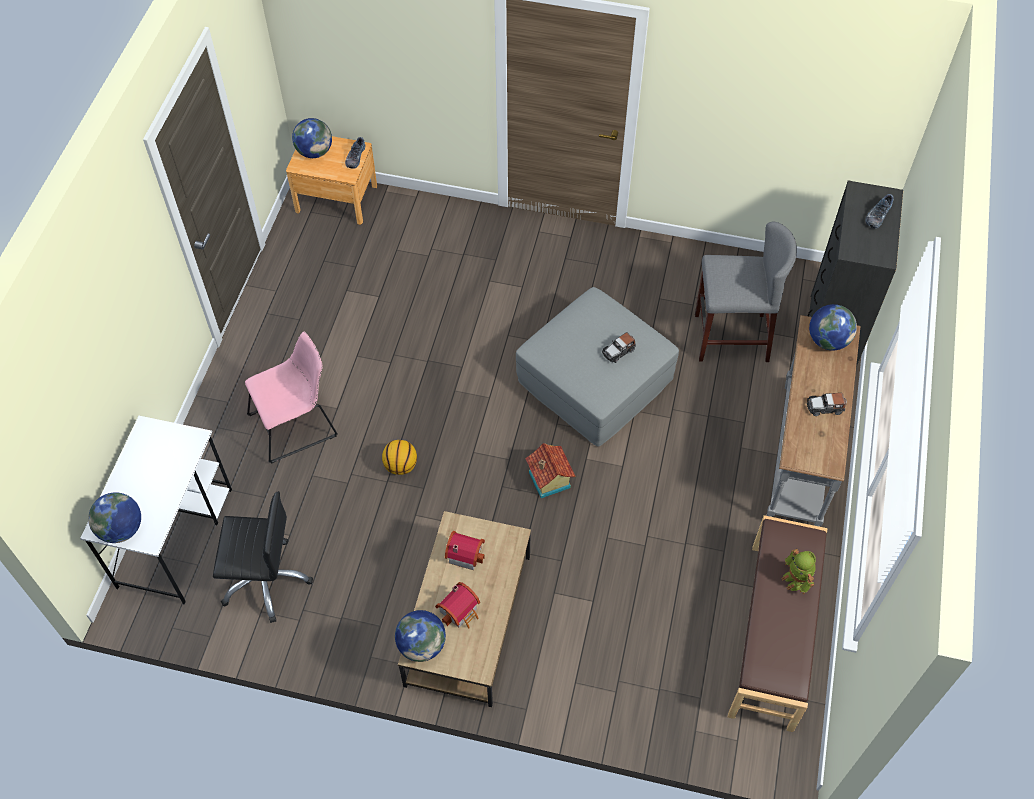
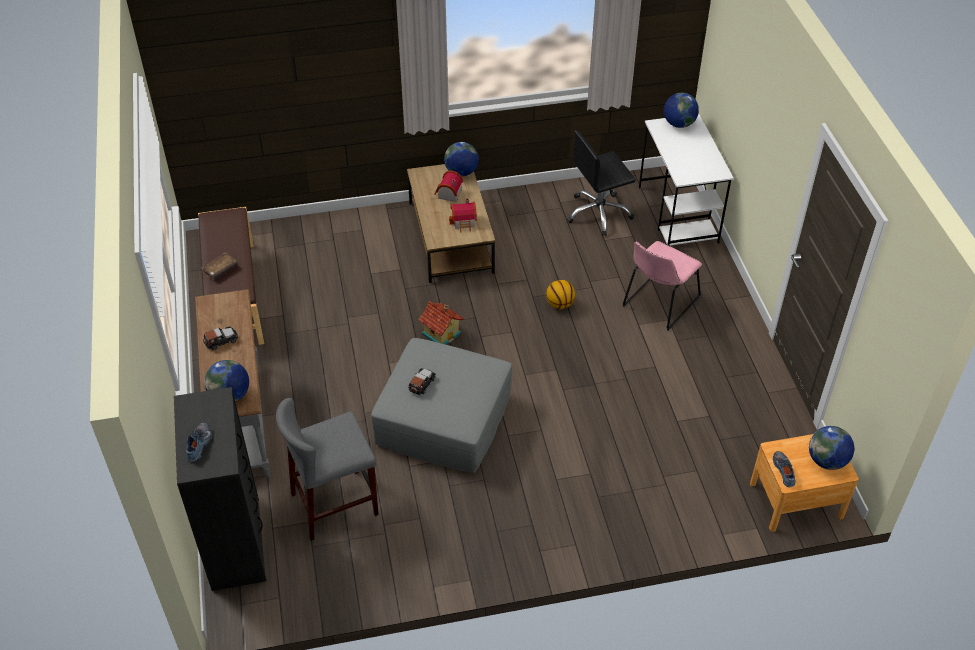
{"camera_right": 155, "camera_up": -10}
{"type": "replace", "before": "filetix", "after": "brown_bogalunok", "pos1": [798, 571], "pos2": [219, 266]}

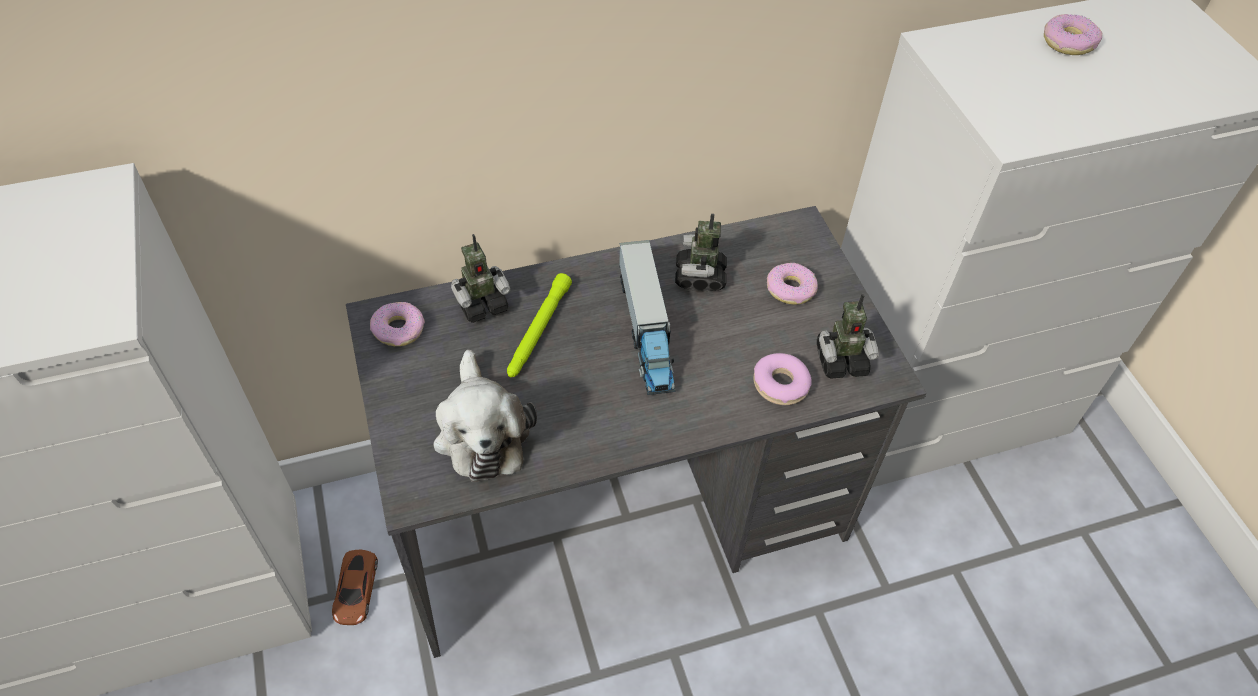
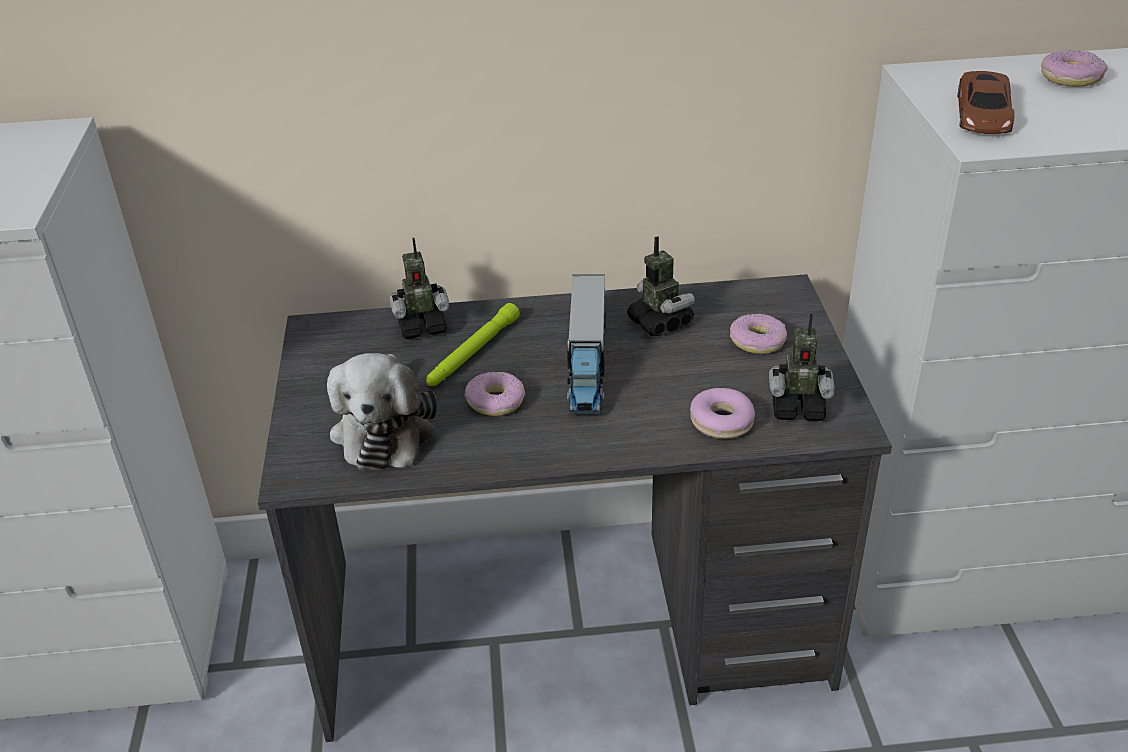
{"camera_right": 15, "camera_up": -15}
{"type": "move", "before": "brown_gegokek", "pos1": [355, 587], "pos2": [986, 102]}
{"type": "move", "before": "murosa", "pos1": [397, 324], "pos2": [495, 394]}
{"type": "rotate", "before": "filetix", "pos1": [701, 252], "pos2": [661, 286], "turn": 135}

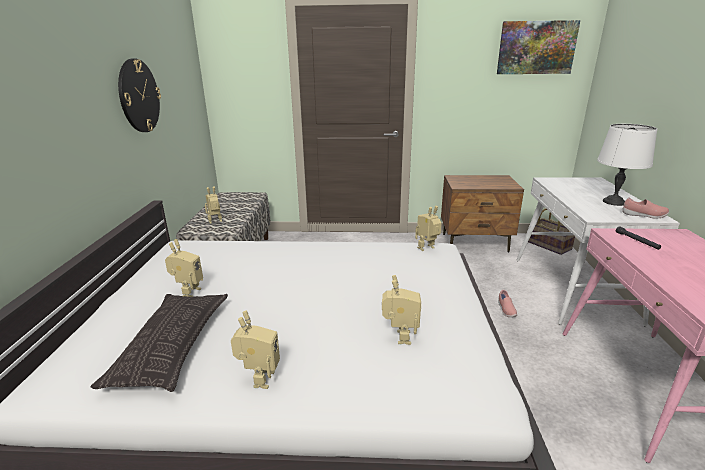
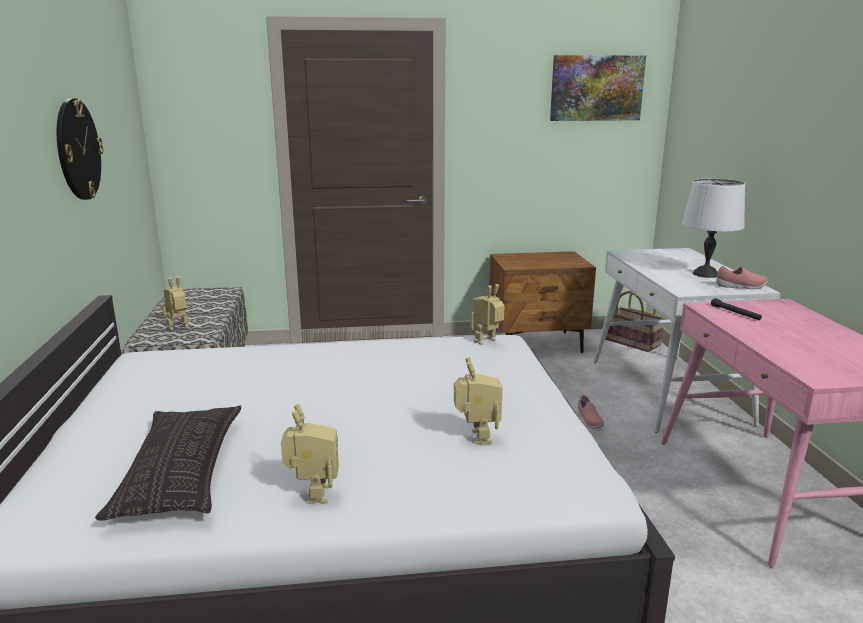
{"camera_right": -10, "camera_up": -5}
{"type": "delete", "before": "filetix", "pos1": [184, 268]}

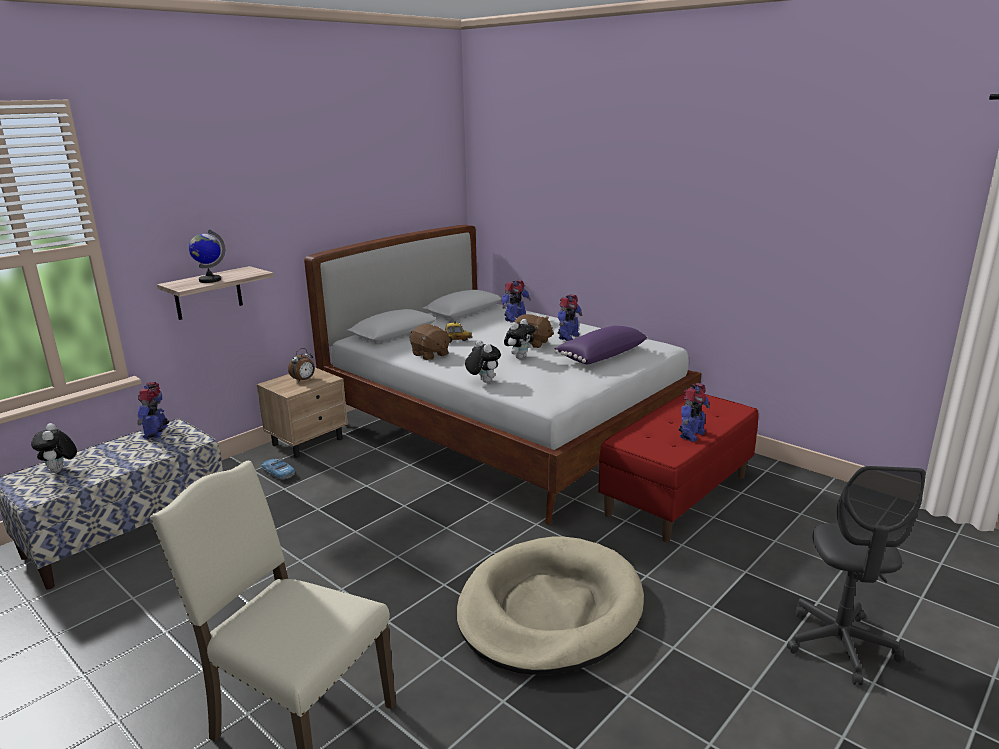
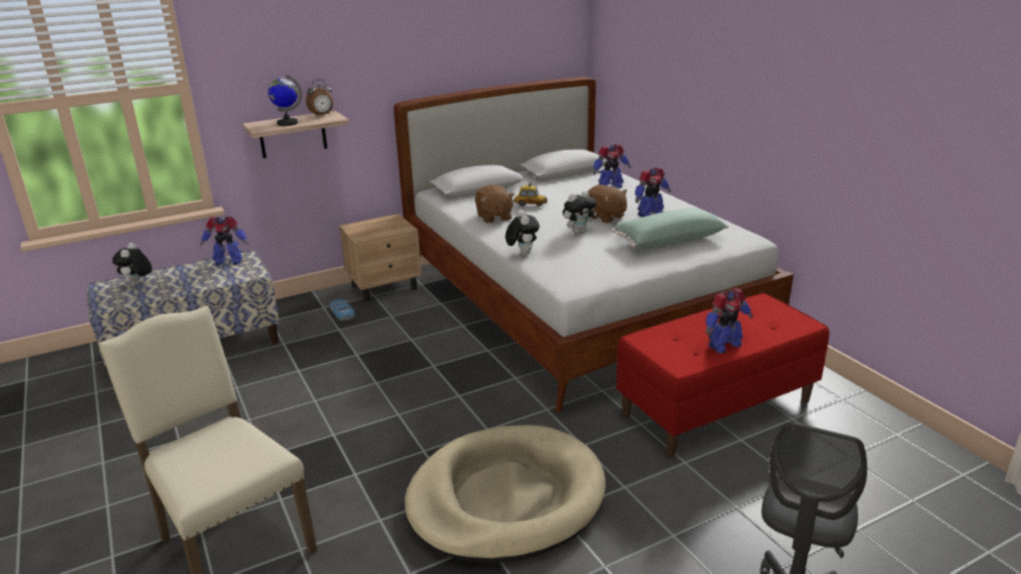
{"camera_right": 20, "camera_up": 5}
{"type": "rotate", "before": "filetix", "pos1": [153, 410], "pos2": [224, 241], "turn": -105}
{"type": "move", "before": "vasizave", "pos1": [301, 365], "pos2": [319, 98]}
{"type": "recolor", "before": "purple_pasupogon", "after": "green_pasupogon", "pos1": [601, 345], "pos2": [669, 228]}

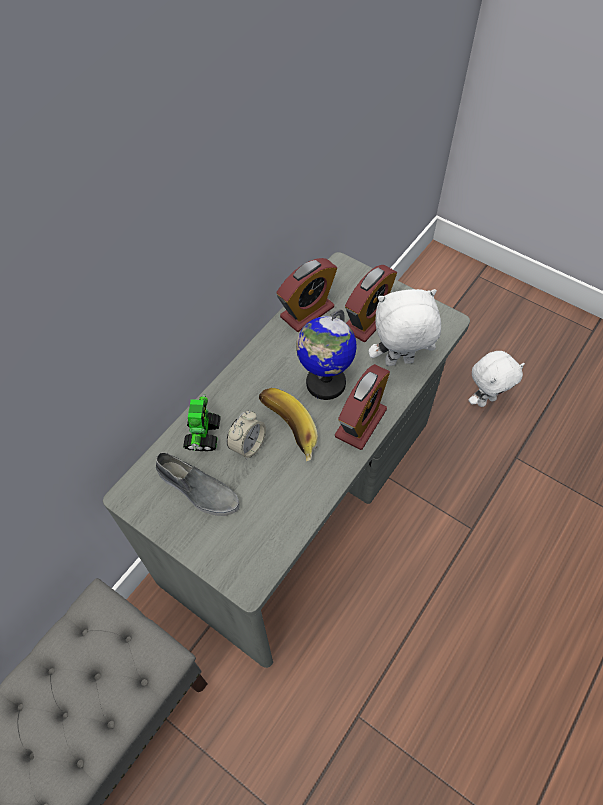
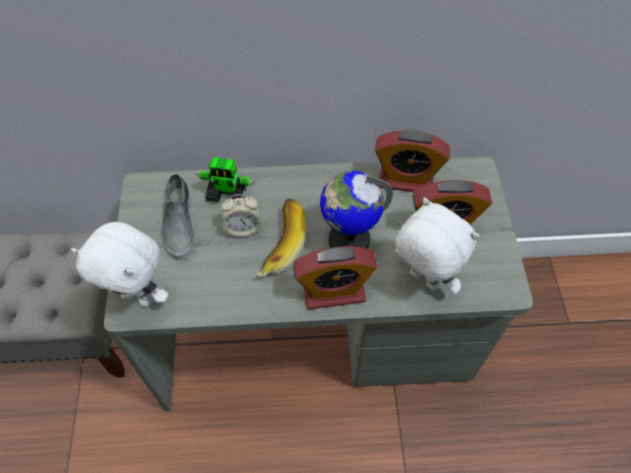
{"camera_right": 50, "camera_up": 0}
{"type": "rotate", "before": "filetix", "pos1": [202, 422], "pos2": [225, 179], "turn": 45}
{"type": "move", "before": "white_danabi", "pos1": [496, 379], "pos2": [119, 264]}

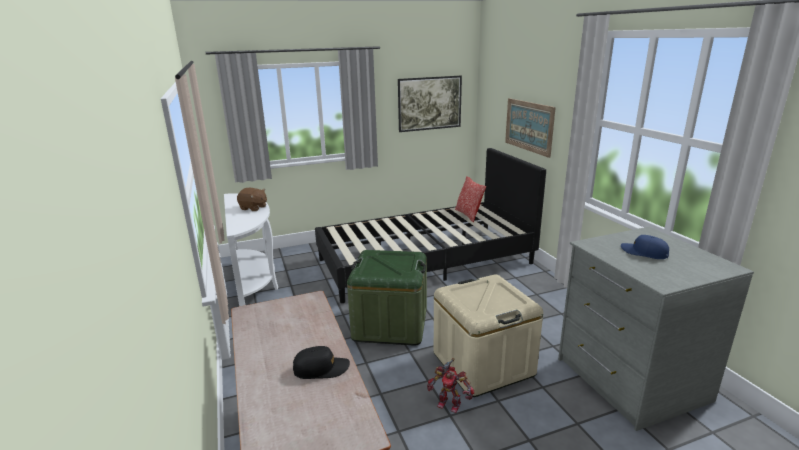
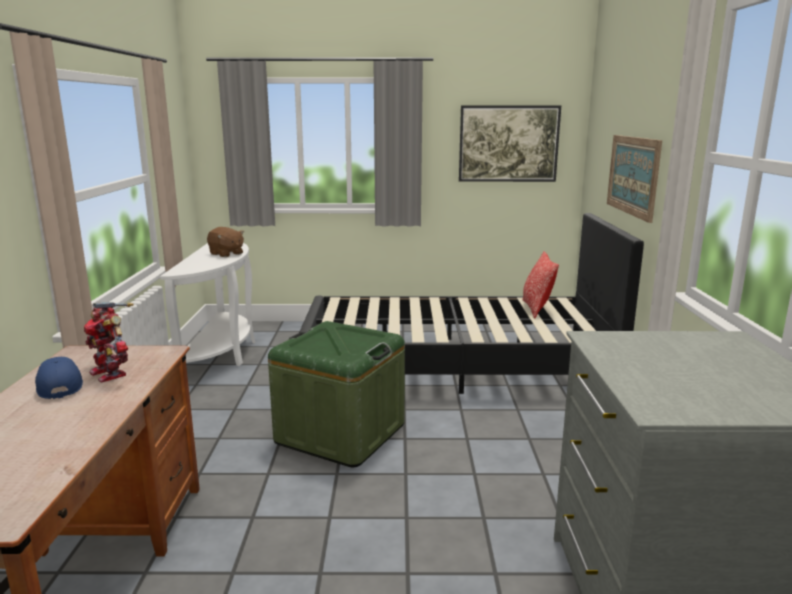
{"camera_right": 20, "camera_up": -5}
{"type": "delete", "before": "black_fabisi", "pos1": [321, 362]}
{"type": "move", "before": "filetix", "pos1": [450, 385], "pos2": [108, 342]}
{"type": "delete", "before": "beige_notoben", "pos1": [488, 336]}
{"type": "move", "before": "blue_fabisi", "pos1": [645, 247], "pos2": [59, 378]}

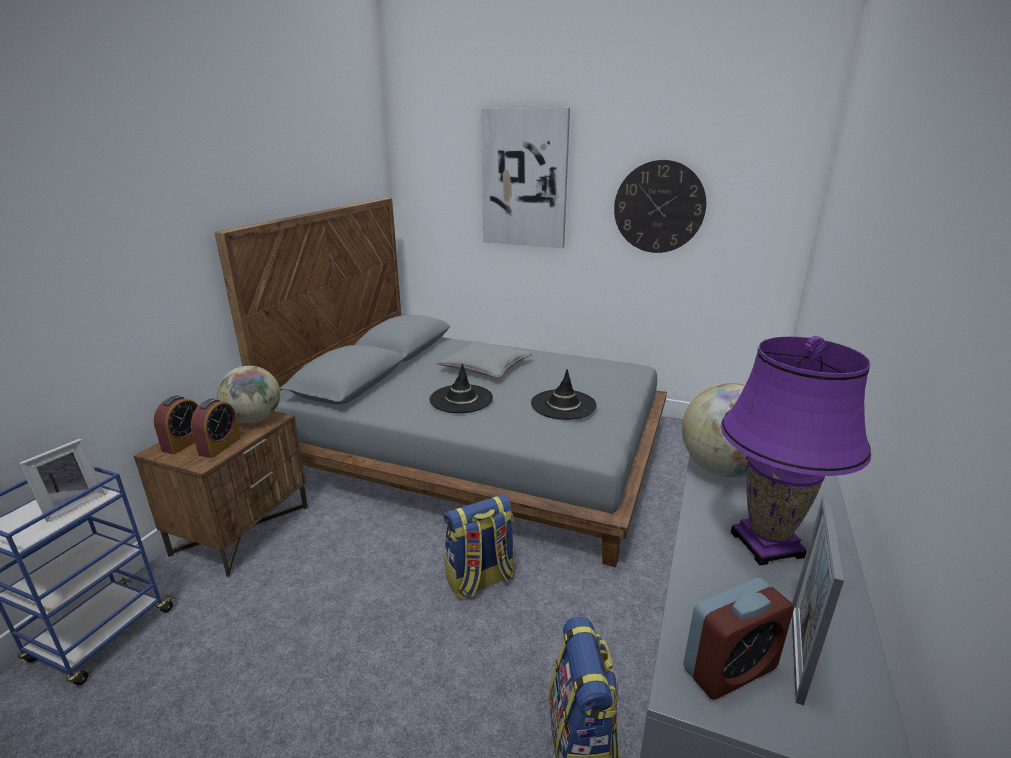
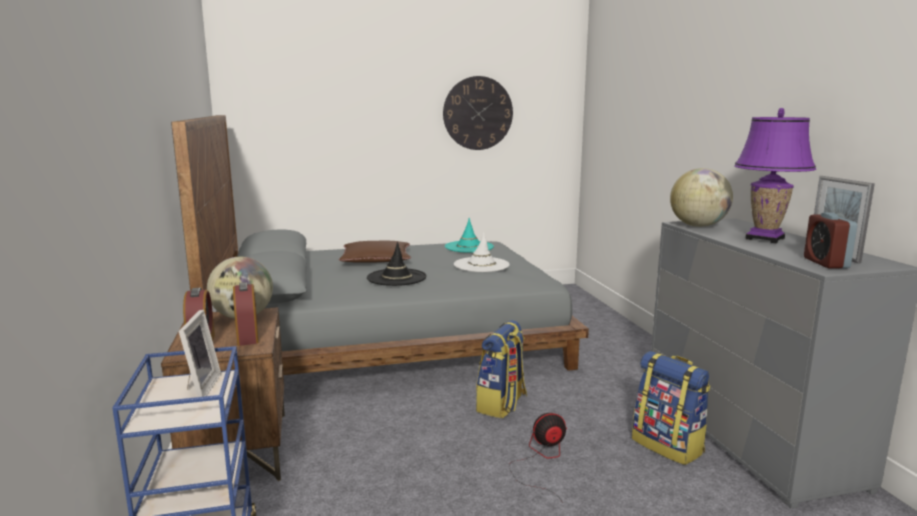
{"camera_right": -35, "camera_up": -10}
{"type": "recolor", "before": "grey_pasupogon", "after": "brown_pasupogon", "pos1": [484, 359], "pos2": [375, 252]}
{"type": "delete", "before": "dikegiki", "pos1": [525, 178]}
{"type": "recolor", "before": "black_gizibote", "after": "white_gizibote", "pos1": [564, 394], "pos2": [482, 252]}
{"type": "rotate", "before": "vasizave", "pos1": [738, 639], "pos2": [830, 240], "turn": 150}
{"type": "insert", "after": "turquoise_gizibote", "pos2": [469, 235]}
{"type": "insert", "after": "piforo", "pos2": [538, 458]}

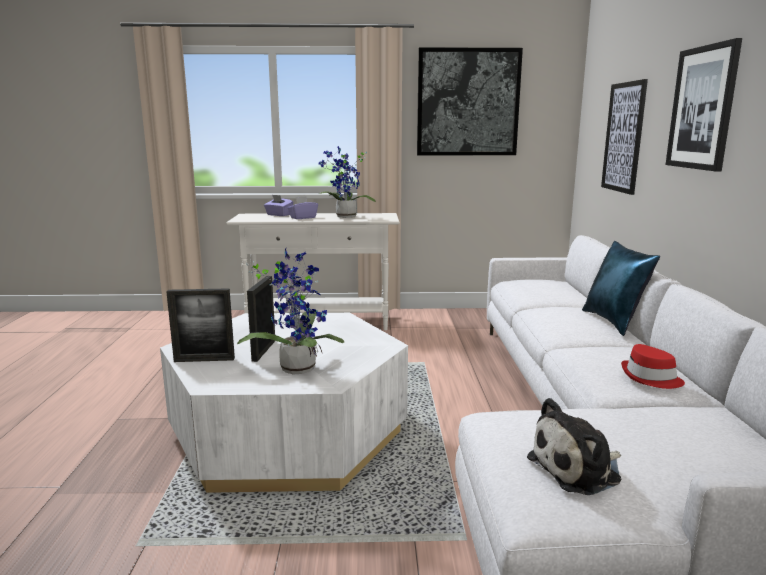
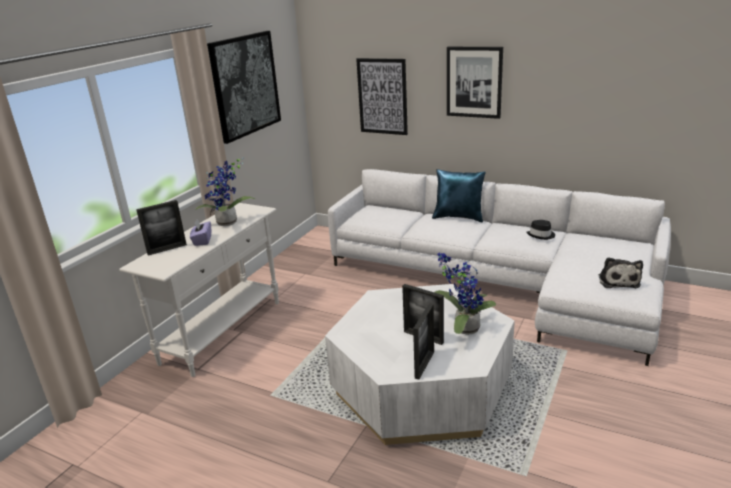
{"camera_right": -60, "camera_up": 10}
{"type": "replace", "before": "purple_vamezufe", "after": "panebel", "pos1": [279, 205], "pos2": [161, 228]}
{"type": "recolor", "before": "red_gizibote", "after": "black_gizibote", "pos1": [653, 366], "pos2": [541, 230]}

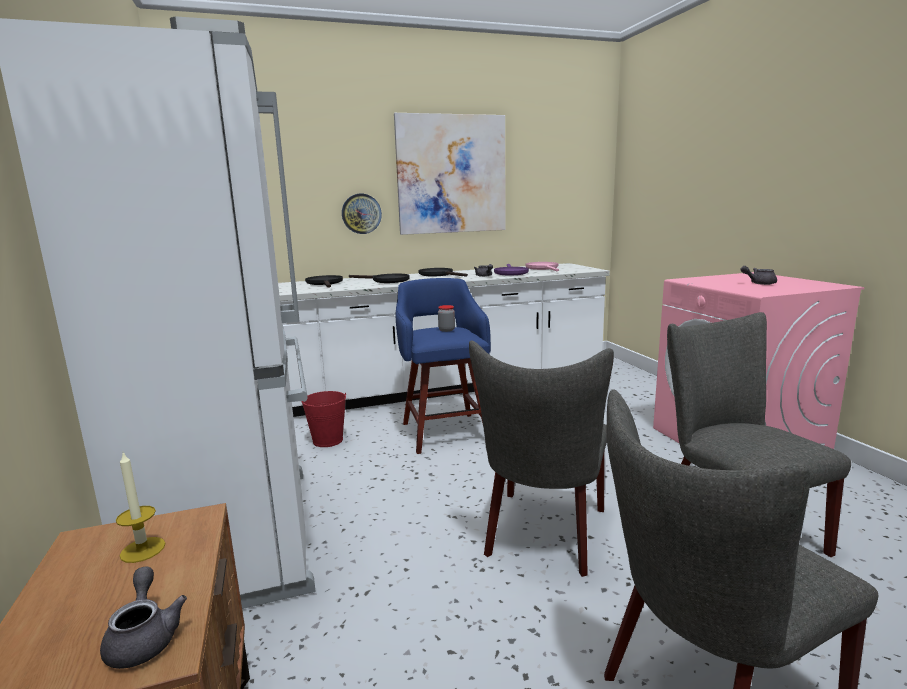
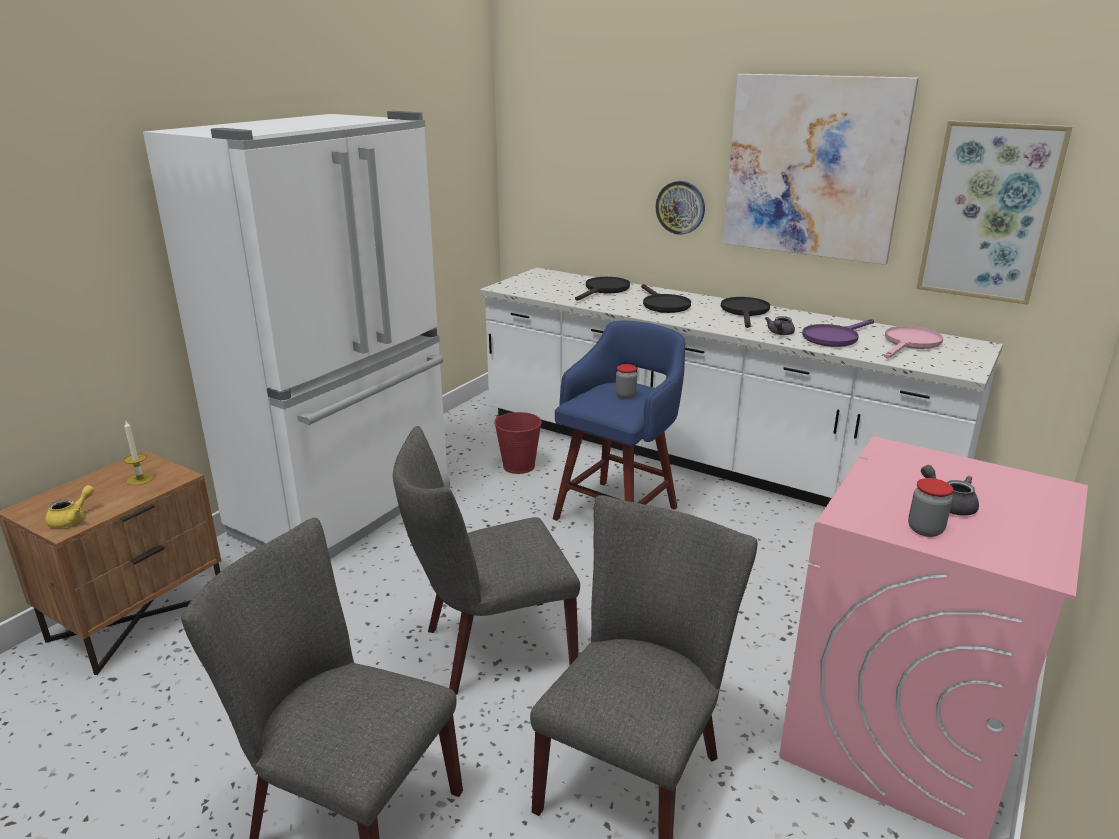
{"camera_right": 50, "camera_up": 10}
{"type": "recolor", "before": "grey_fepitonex", "after": "yellow_fepitonex", "pos1": [143, 618], "pos2": [69, 506]}
{"type": "insert", "after": "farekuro", "pos2": [930, 507]}
{"type": "insert", "after": "dikegiki", "pos2": [994, 212]}

